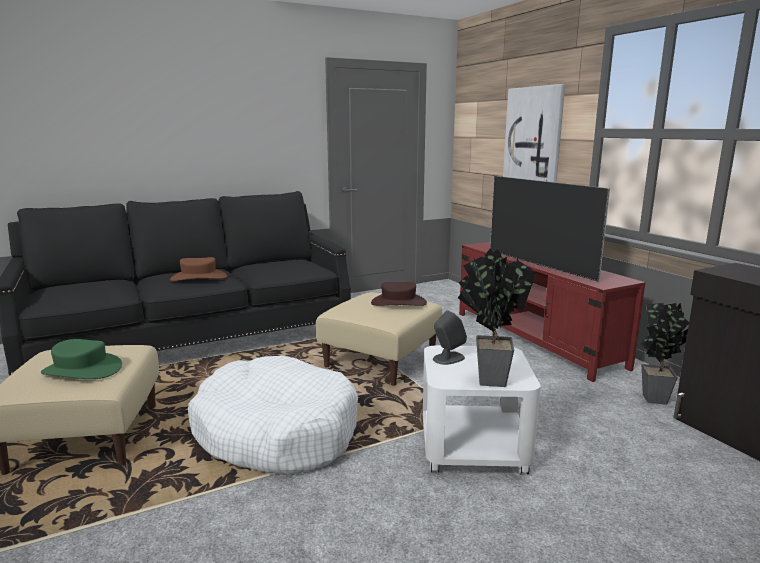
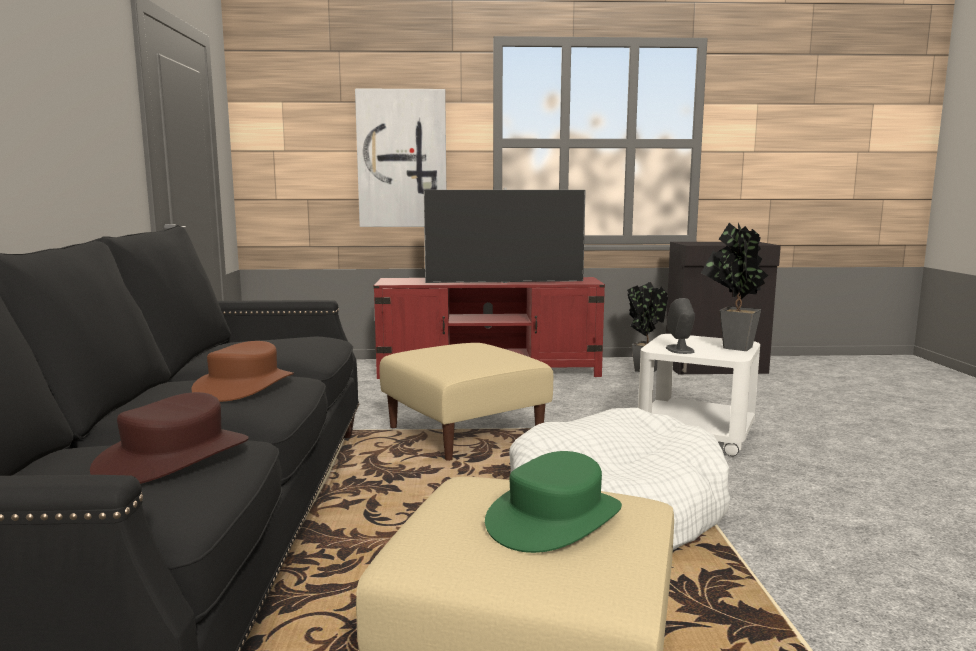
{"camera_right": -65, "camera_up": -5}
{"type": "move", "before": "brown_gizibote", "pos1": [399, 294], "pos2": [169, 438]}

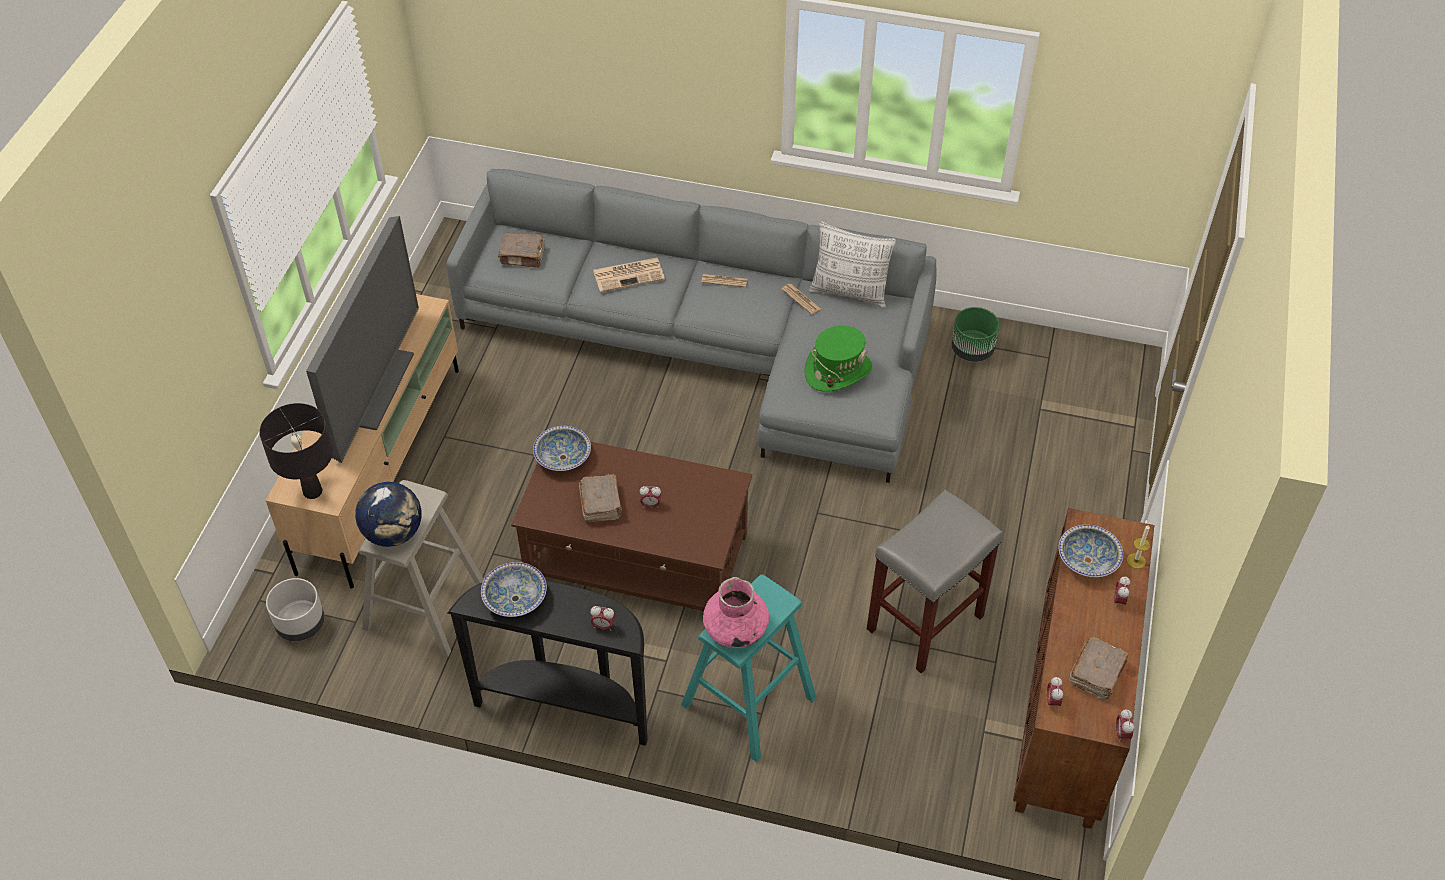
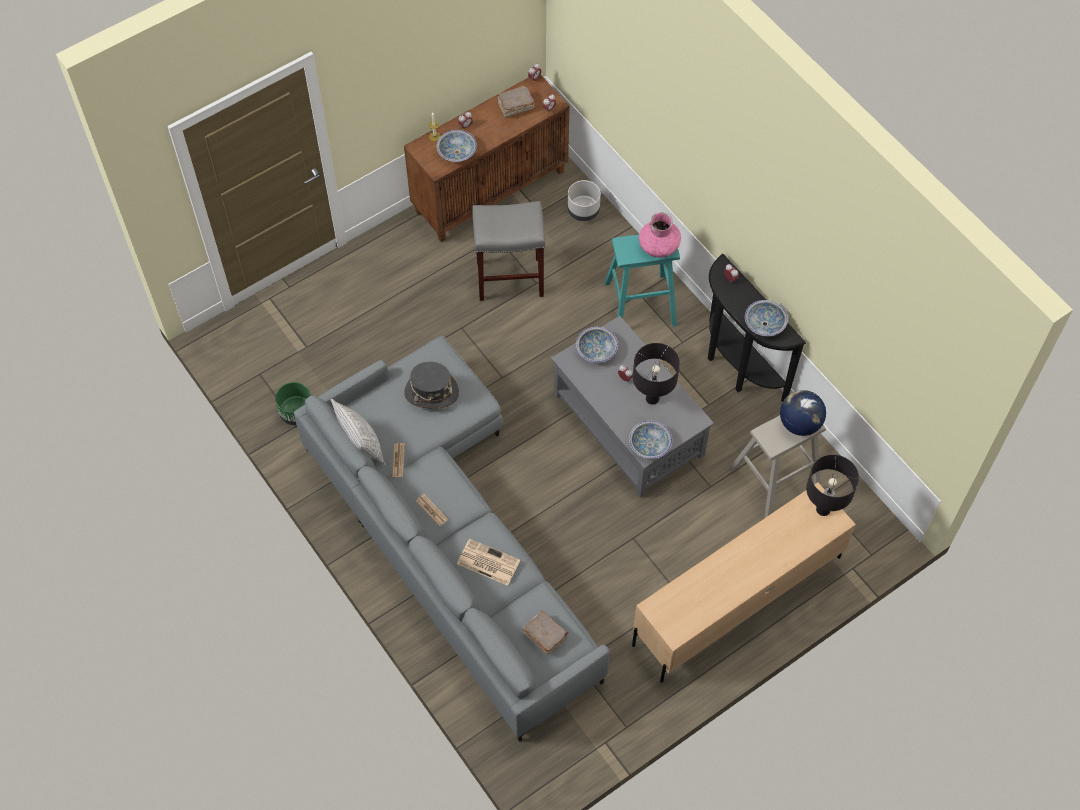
{"camera_right": -140, "camera_up": 10}
{"type": "move", "before": "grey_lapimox", "pos1": [295, 609], "pos2": [584, 200]}
{"type": "delete", "before": "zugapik", "pos1": [362, 339]}
{"type": "recolor", "before": "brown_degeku", "after": "grey_degeku", "pos1": [631, 526], "pos2": [632, 407]}
{"type": "replace", "before": "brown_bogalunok", "after": "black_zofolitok", "pos1": [600, 498], "pos2": [656, 374]}
{"type": "recolor", "before": "green_gizibote", "after": "grey_gizibote", "pos1": [838, 358], "pos2": [431, 385]}
{"type": "insert", "after": "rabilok", "pos2": [597, 345]}

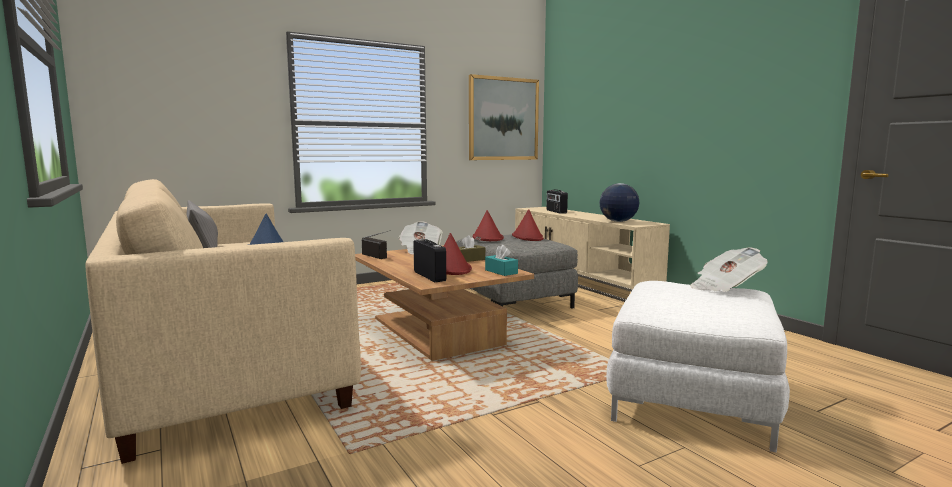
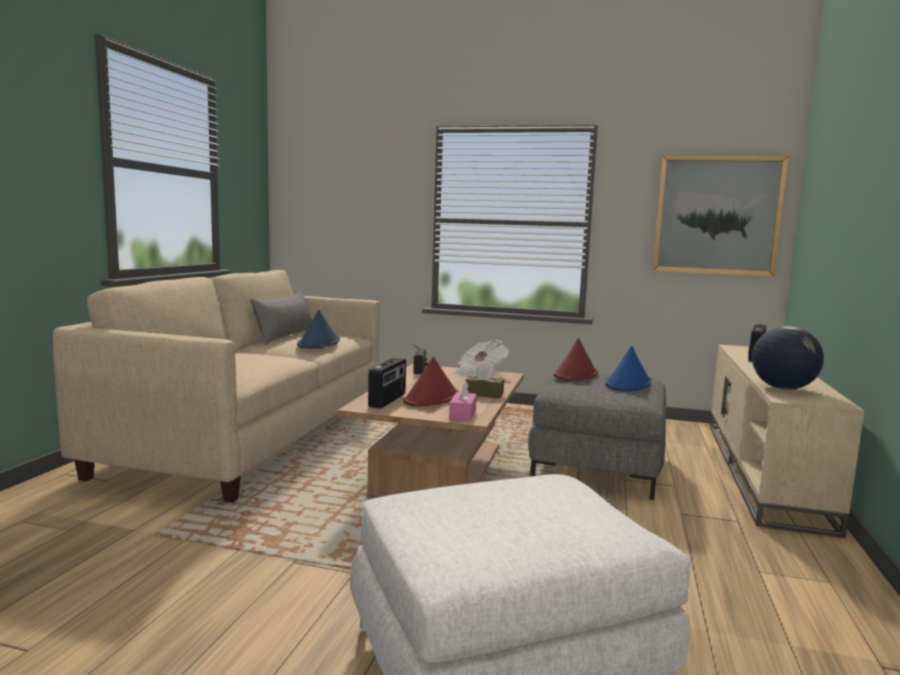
{"camera_right": 45, "camera_up": 0}
{"type": "recolor", "before": "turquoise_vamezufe", "after": "pink_vamezufe", "pos1": [501, 260], "pos2": [463, 401]}
{"type": "recolor", "before": "red_gizibote", "after": "blue_gizibote", "pos1": [528, 225], "pos2": [628, 369]}
{"type": "delete", "before": "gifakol", "pos1": [729, 270]}

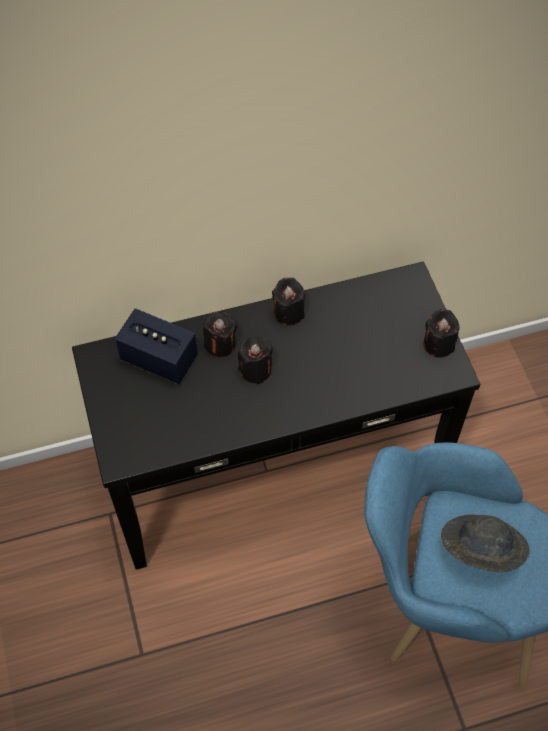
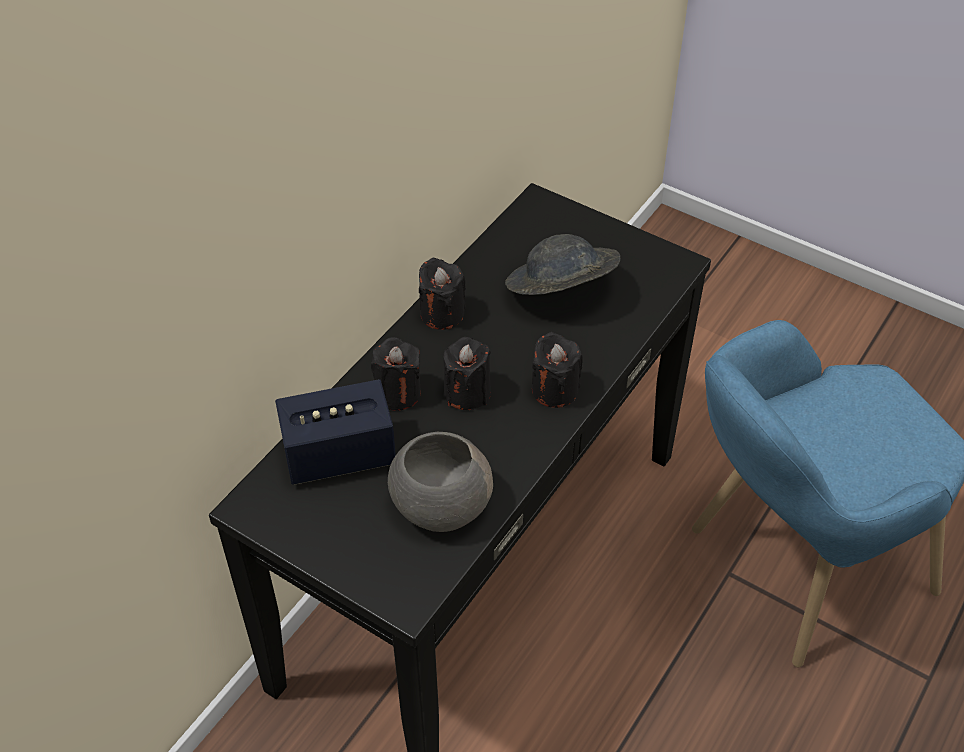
{"camera_right": -40, "camera_up": -10}
{"type": "move", "before": "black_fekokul", "pos1": [441, 333], "pos2": [557, 370]}
{"type": "move", "before": "grey_gizibote", "pos1": [485, 543], "pos2": [562, 264]}
{"type": "insert", "after": "grey_rabilok", "pos2": [440, 482]}

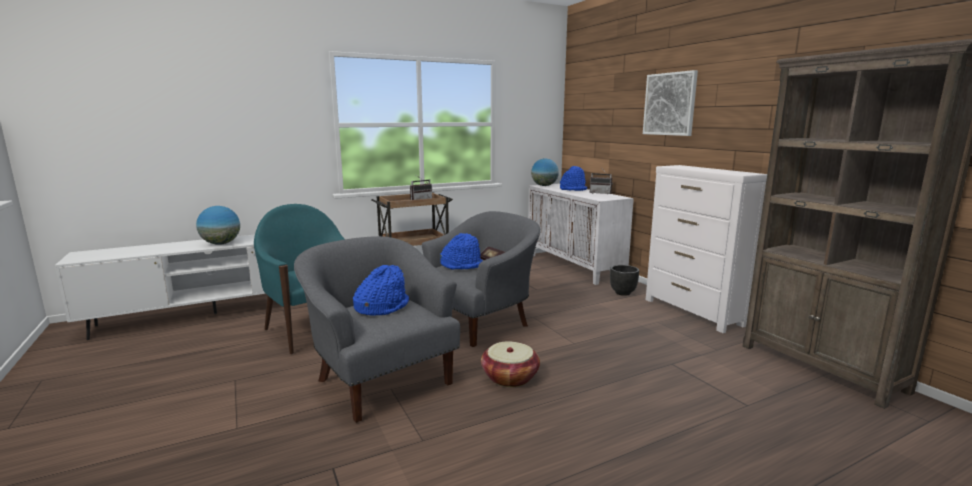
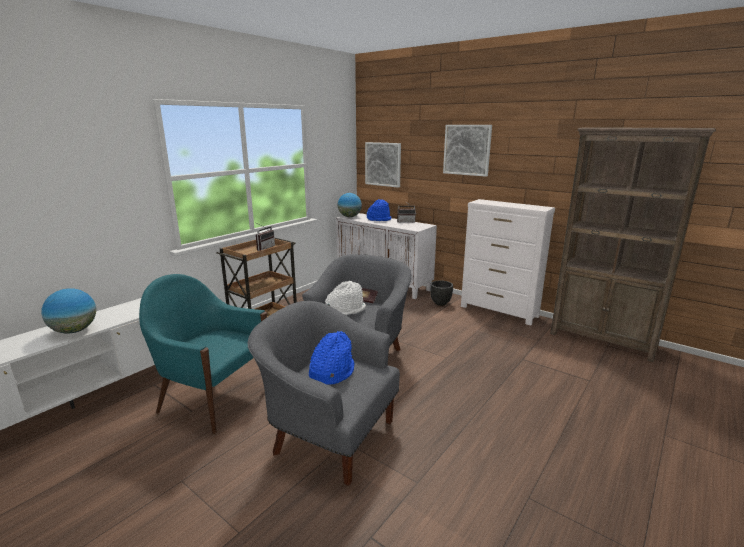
{"camera_right": -25, "camera_up": 5}
{"type": "recolor", "before": "blue_gizibote", "after": "white_gizibote", "pos1": [461, 251], "pos2": [345, 298]}
{"type": "delete", "before": "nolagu", "pos1": [510, 364]}
{"type": "insert", "after": "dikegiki", "pos2": [383, 164]}

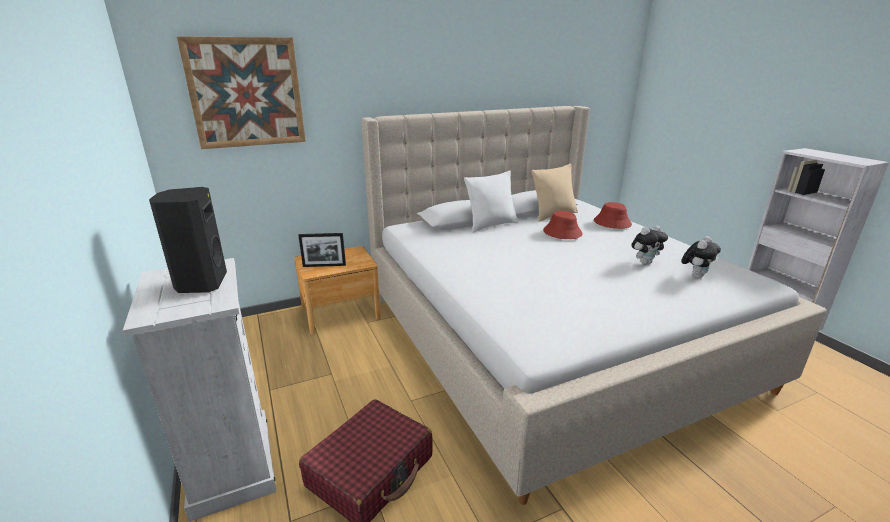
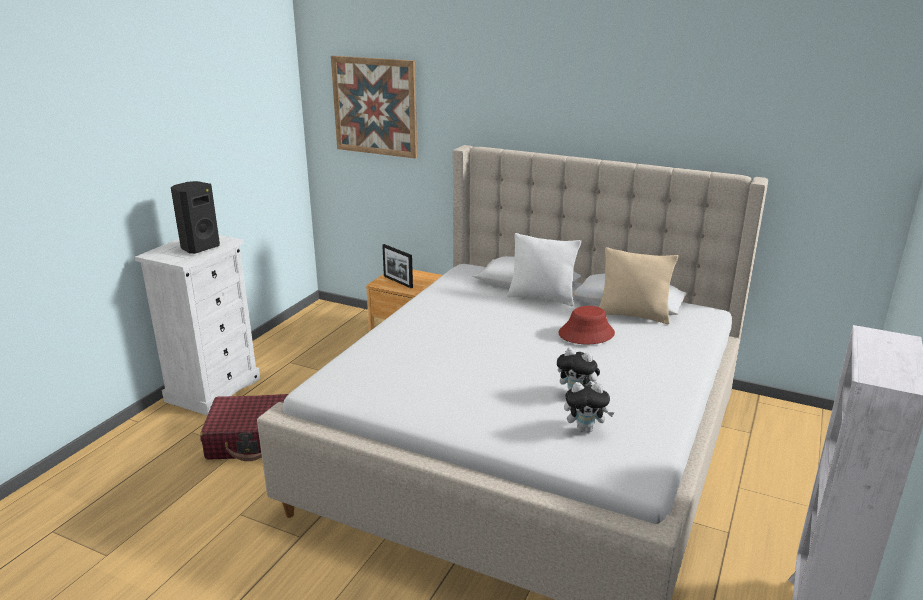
{"camera_right": 50, "camera_up": 0}
{"type": "delete", "before": "red_gizibote", "pos1": [613, 215]}

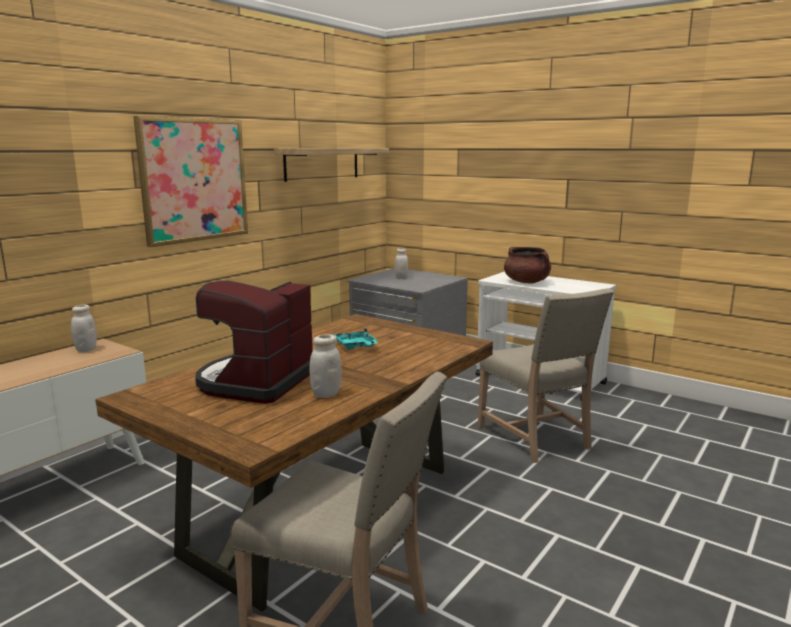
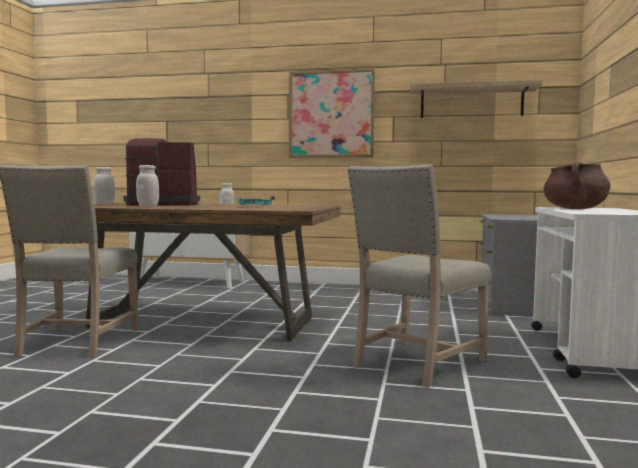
{"camera_right": 65, "camera_up": -10}
{"type": "move", "before": "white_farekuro", "pos1": [401, 263], "pos2": [104, 185]}

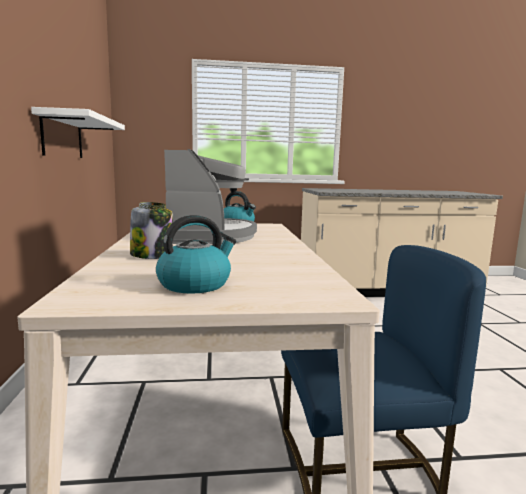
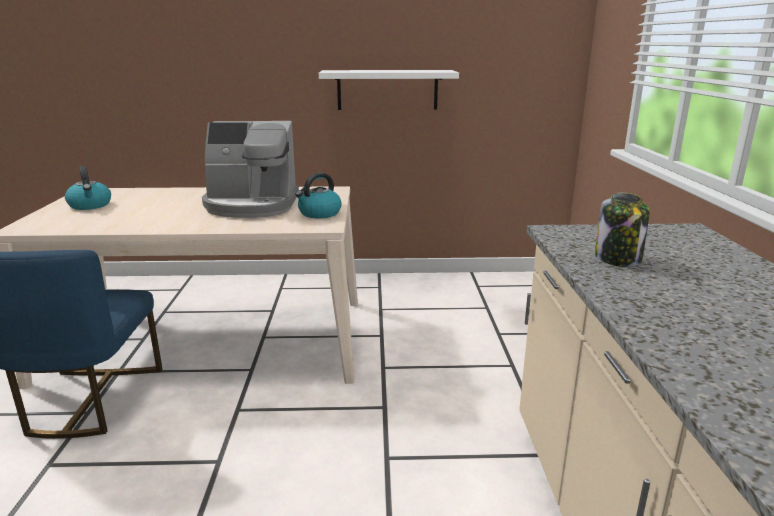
{"camera_right": 95, "camera_up": 10}
{"type": "move", "before": "farekuro", "pos1": [151, 230], "pos2": [622, 230]}

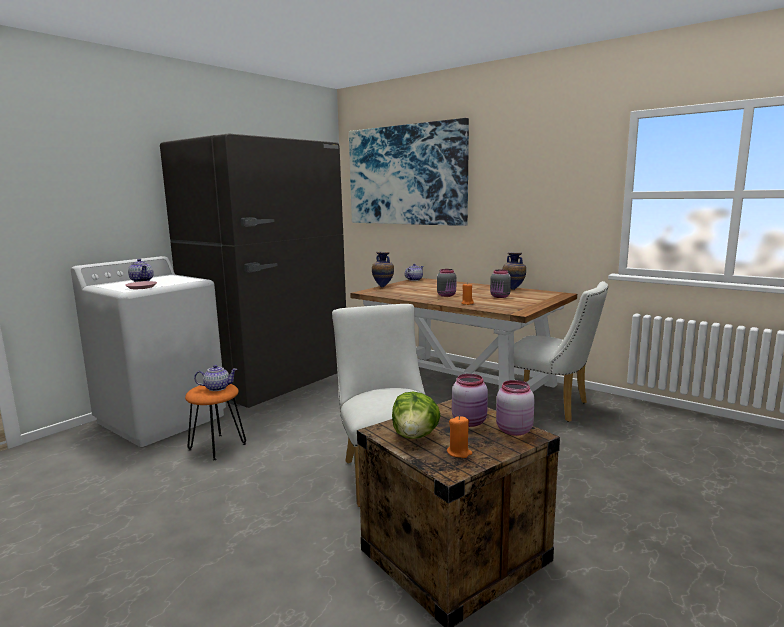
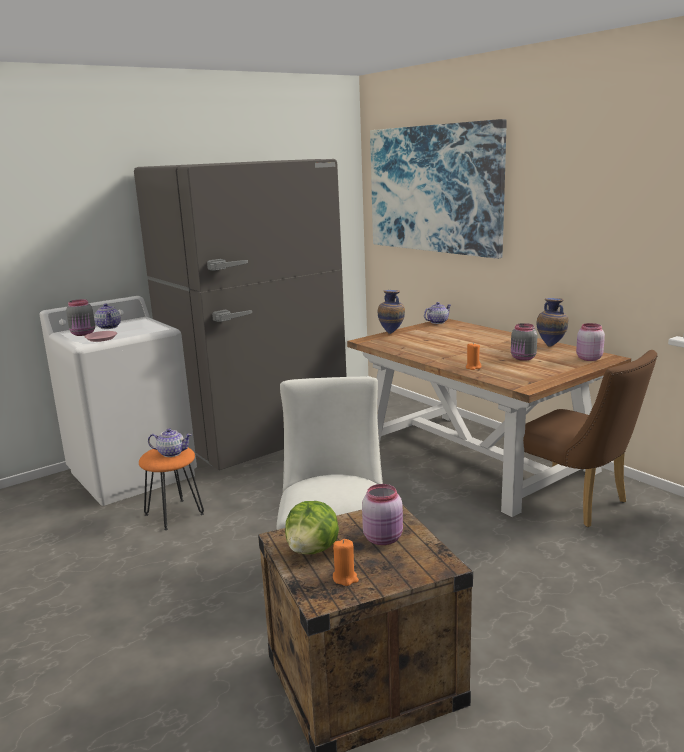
{"camera_right": 15, "camera_up": 5}
{"type": "move", "before": "grey_farekuro", "pos1": [446, 283], "pos2": [80, 317]}
{"type": "move", "before": "pink_farekuro", "pos1": [515, 408], "pos2": [590, 342]}
{"type": "recolor", "before": "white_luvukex", "after": "brown_luvukex", "pos1": [560, 351], "pos2": [590, 438]}

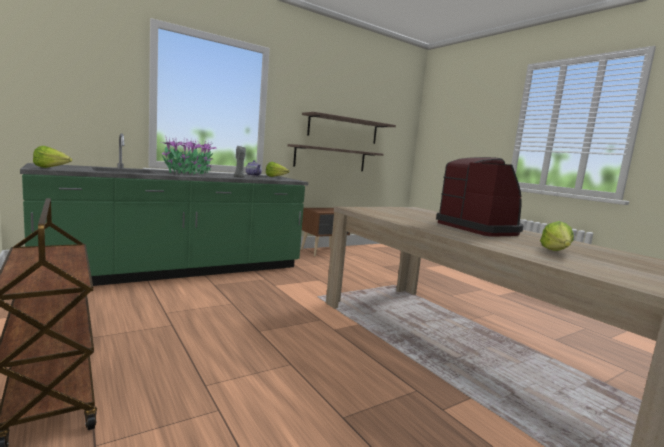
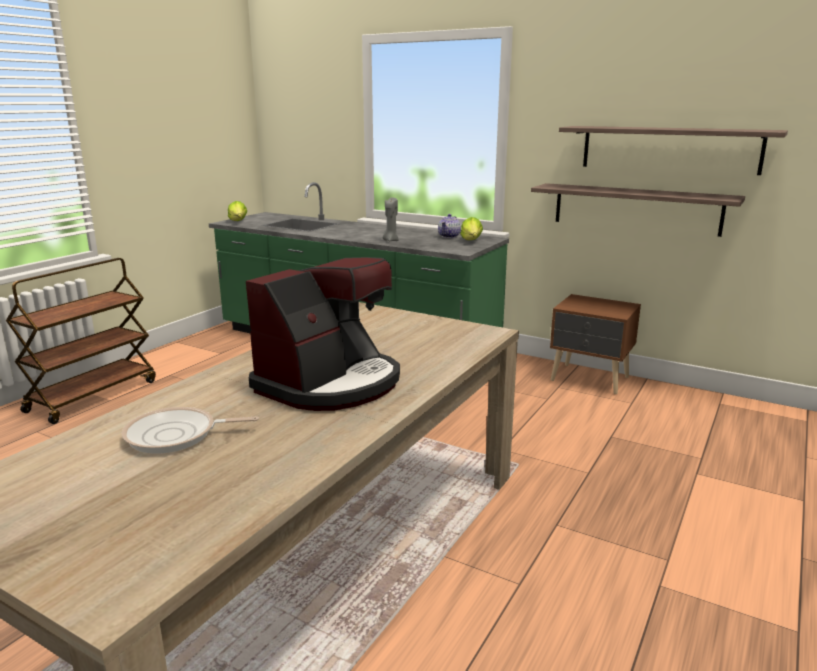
{"camera_right": 65, "camera_up": 10}
{"type": "delete", "before": "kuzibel", "pos1": [187, 156]}
{"type": "replace", "before": "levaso", "after": "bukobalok", "pos1": [557, 236], "pos2": [190, 430]}

